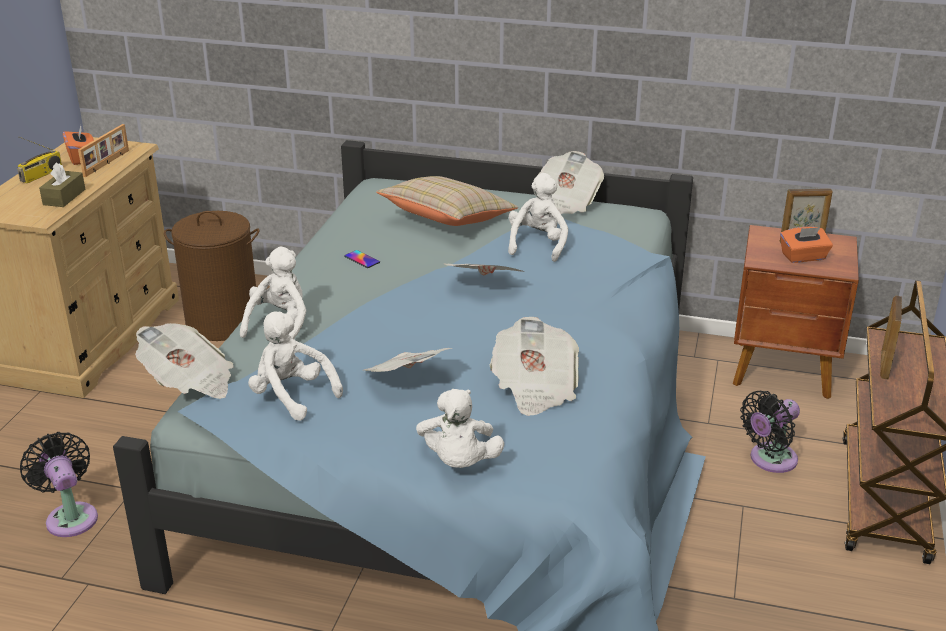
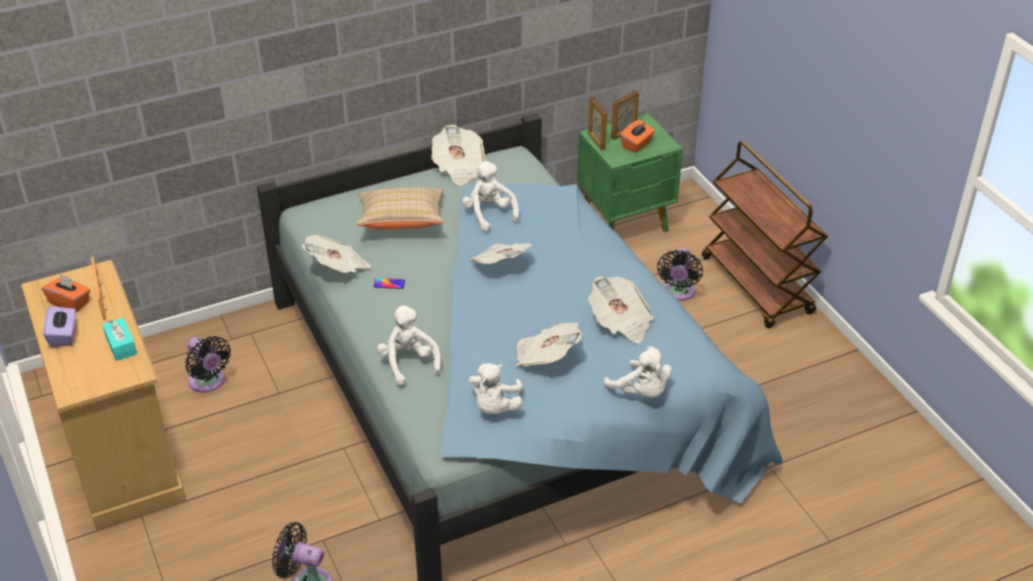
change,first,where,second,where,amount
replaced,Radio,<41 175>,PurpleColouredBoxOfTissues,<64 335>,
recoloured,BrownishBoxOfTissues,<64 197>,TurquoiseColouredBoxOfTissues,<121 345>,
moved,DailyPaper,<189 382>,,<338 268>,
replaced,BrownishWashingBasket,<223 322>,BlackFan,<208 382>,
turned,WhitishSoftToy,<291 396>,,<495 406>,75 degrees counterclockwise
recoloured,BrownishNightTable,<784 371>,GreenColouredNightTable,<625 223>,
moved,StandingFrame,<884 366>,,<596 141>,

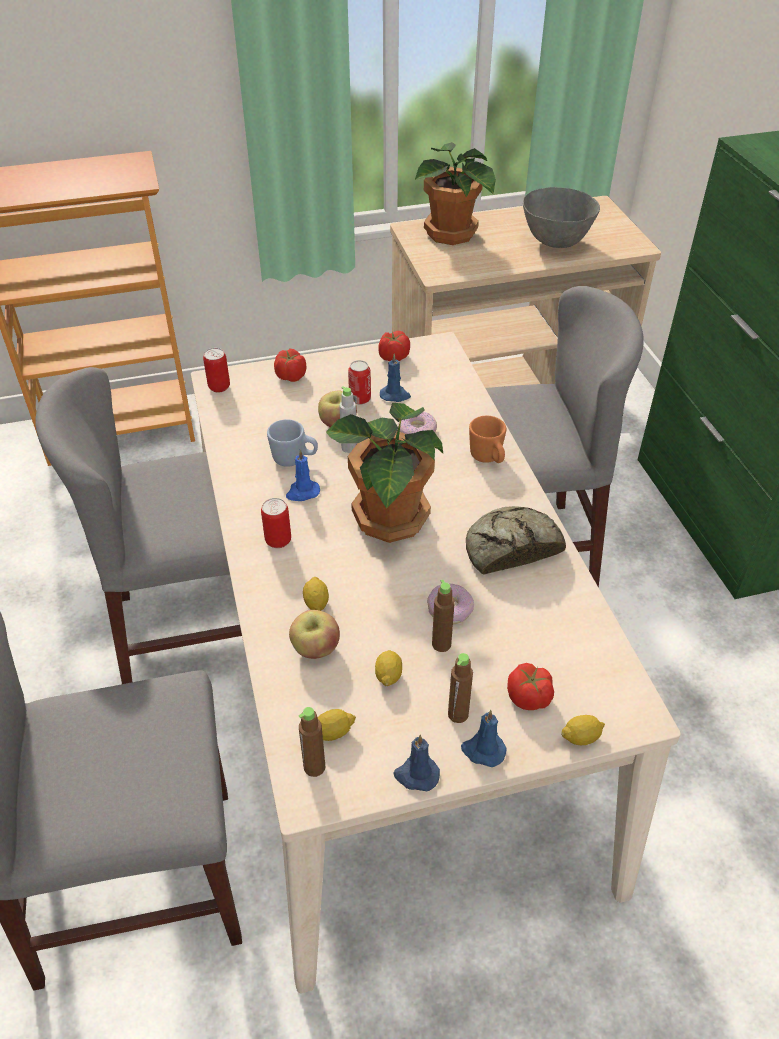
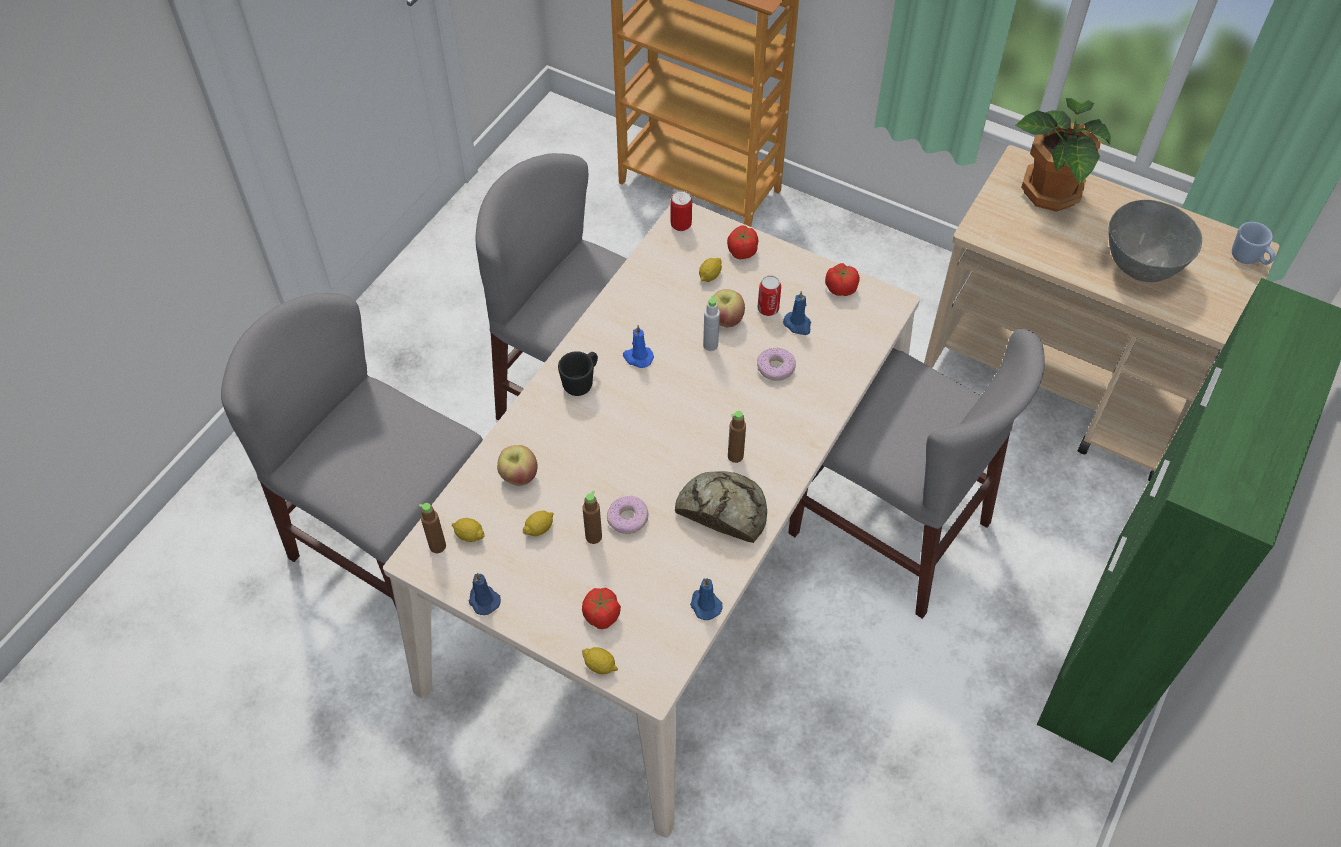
change,first,where,second,where,amount
replaced,Can,<278 540>,BlackTeaMug,<581 382>,
moved,BlueColouredTeaMug,<294 459>,,<1248 259>,
moved,CitrusFruit,<316 602>,,<710 276>,
removed,PlantInAPot,<388 520>,,,
moved,BrownishDrinkBottle,<458 714>,,<735 456>,
moved,BlueColouredWaxCandle,<483 750>,,<705 604>,
removed,OrangeyTeaMug,<488 458>,,,

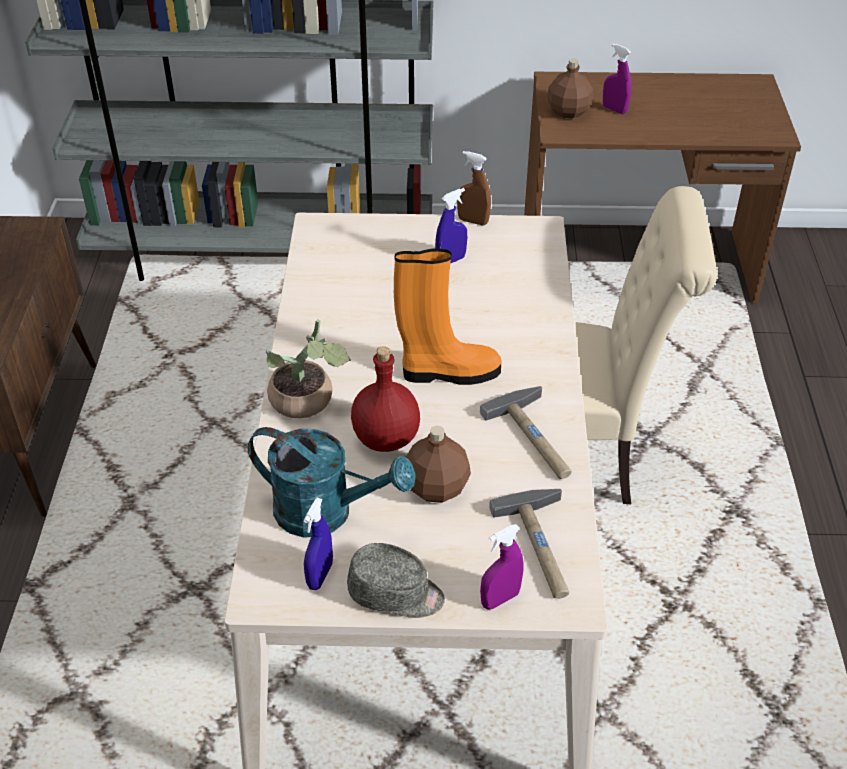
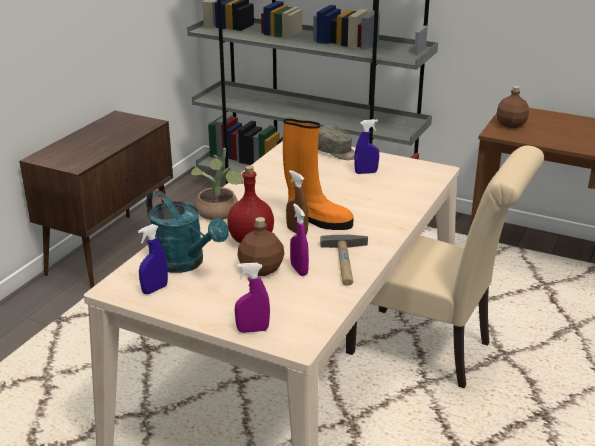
change,first,where,second,where,amount
moved,GreyPeakedCap,<396 593>,,<336 152>,
moved,BrownishSprayBottle,<473 221>,,<297 231>,
removed,Hammer,<543 547>,,,
moved,PurpleColouredSprayBottle,<614 109>,,<299 270>,

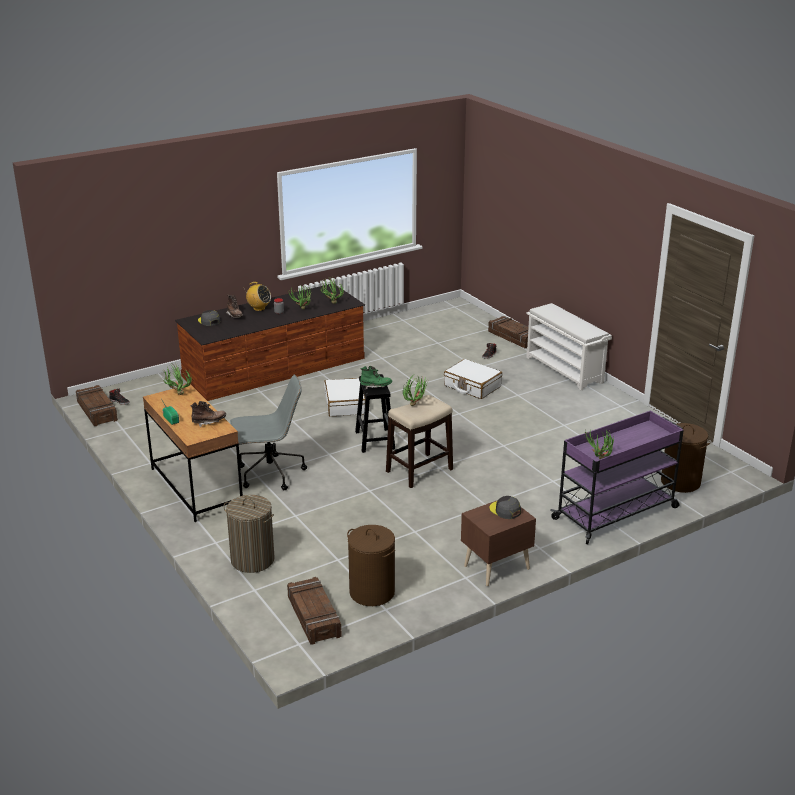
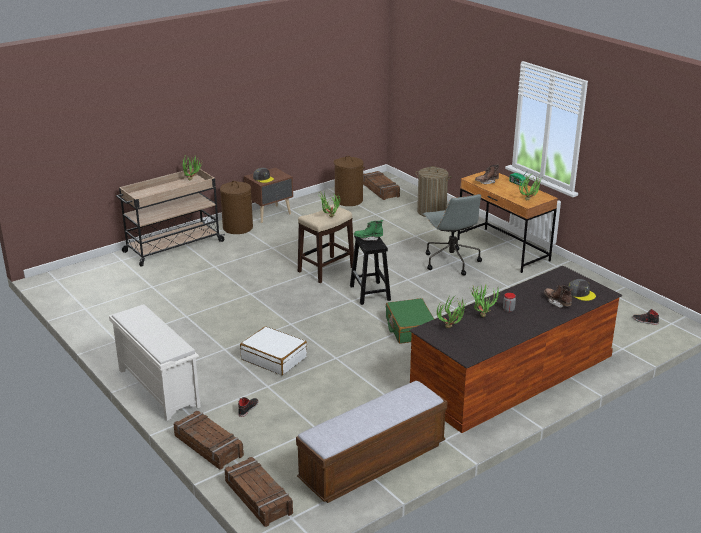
change,first,where,second,where,amount
moved,Crate,<97 411>,,<258 497>,
turned,GreyComputerChair,<269 474>,,<450 261>,90 degrees counterclockwise
removed,Radio,<259 308>,,,
recoloured,WhitishPieceOfLuggage,<345 404>,GreenColouredPieceOfLuggage,<410 328>,
recoloured,PurpleColouredWheeledCart,<616 513>,BeigeColouredWheeledCart,<172 247>,
moved,BrownishWashingBasket,<680 482>,,<238 228>,
added,,,LongSeat,<372 463>,

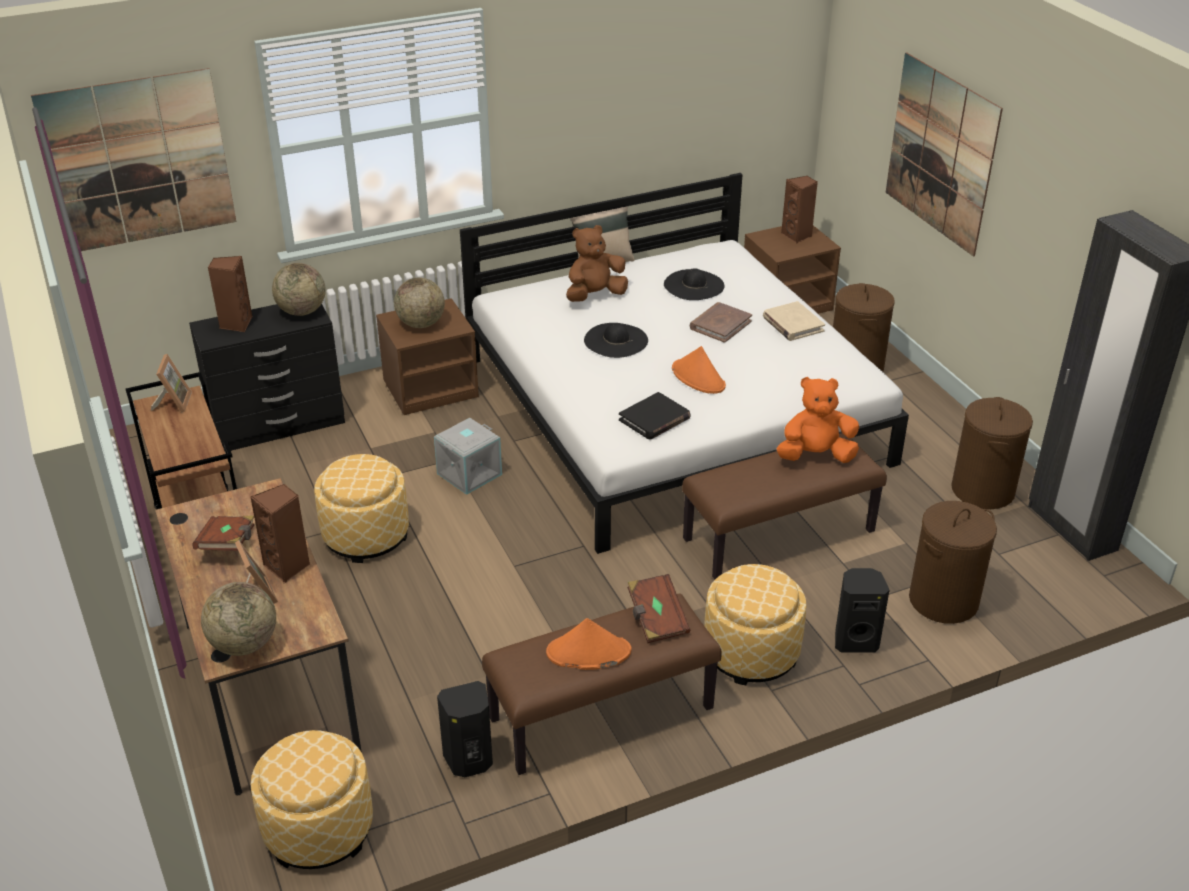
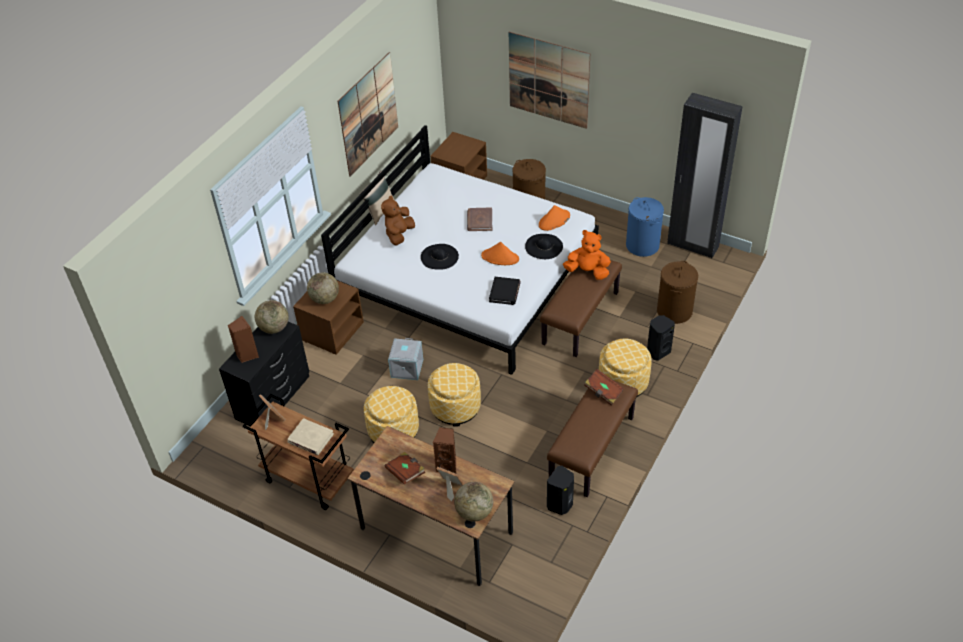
change,first,where,second,where,amount
moved,WallArt,<139 161>,,<368 114>,
moved,Ottoman,<319 829>,,<455 407>,
moved,OrangeyHat,<588 652>,,<554 220>,
moved,BlackHat,<693 285>,,<543 246>,
moved,BeigeColouredBoundBook,<792 324>,,<310 438>,
turned,OrangeySoftToy,<815 456>,,<587 271>,60 degrees clockwise
removed,BrownishLoudspeaker,<797 236>,,,
recoloured,BrownishWashingBasket,<983 490>,BlueColouredWashingBasket,<642 245>,

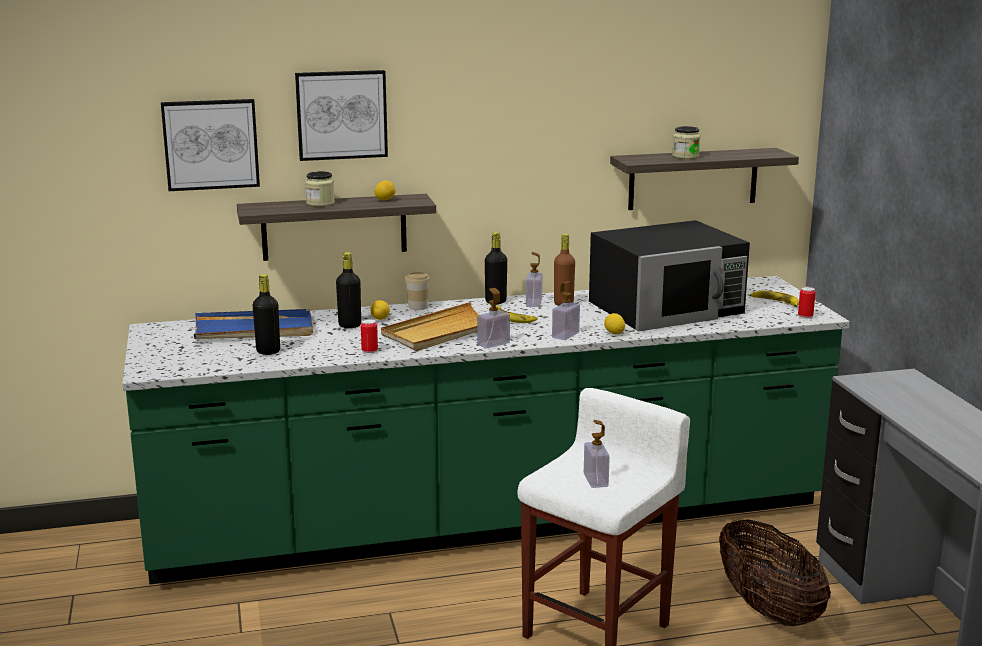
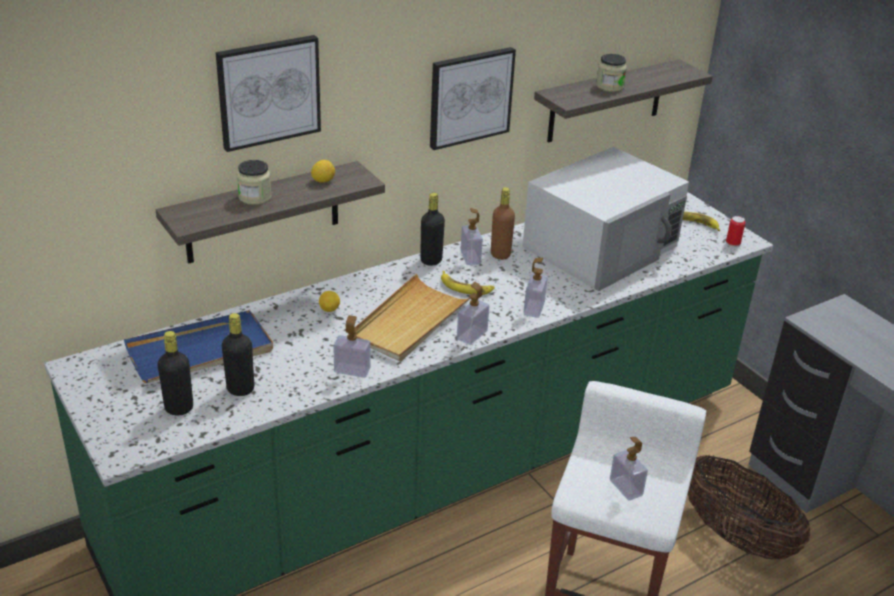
change,first,where,second,where,amount
moved,WallArt,<211 144>,,<470 97>,
moved,BlackDrinkBottle,<350 325>,,<179 408>,
replaced,Can,<369 351>,SoapDispenser,<352 370>,
removed,Cup,<418 307>,,,
recoloured,BlackMicrowave,<667 307>,WhitishMicrowave,<602 247>,
removed,CitrusFruit,<614 333>,,,

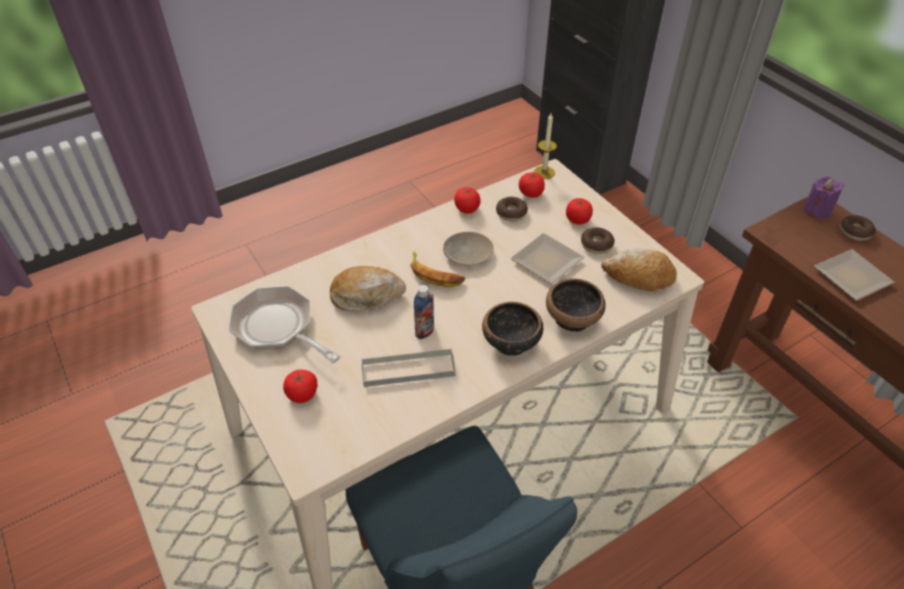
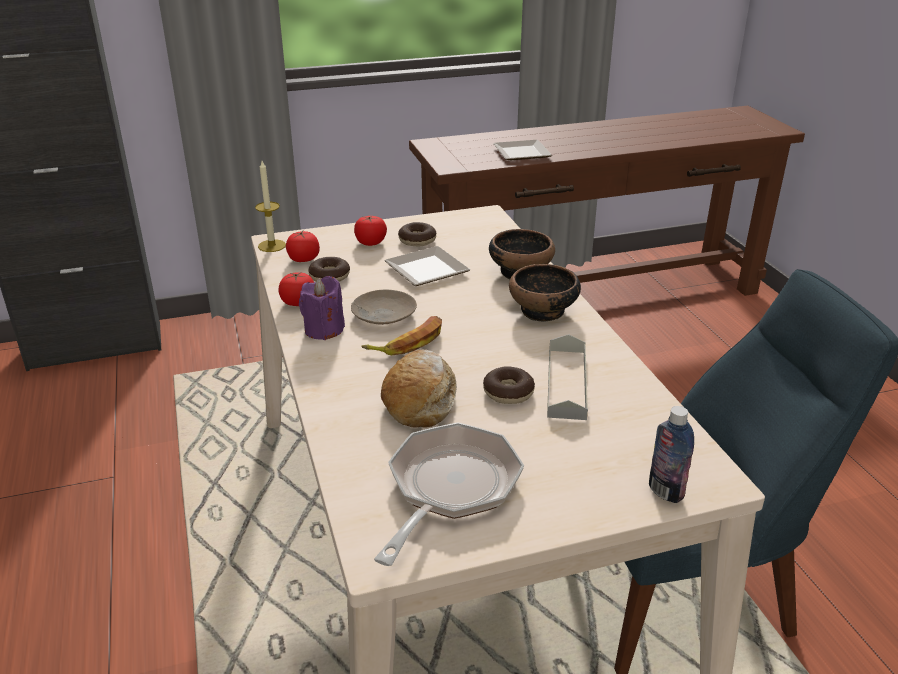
change,first,where,second,where,amount
turned,FryingPan,<278 327>,,<449 488>,150 degrees clockwise
removed,Tomato,<302 394>,,,
moved,DrinkBottle,<424 331>,,<665 491>,
removed,BakeryBread,<638 277>,,,
moved,PurpleColouredWaxCandle,<817 210>,,<324 330>,
moved,Doughnut,<855 232>,,<508 392>,

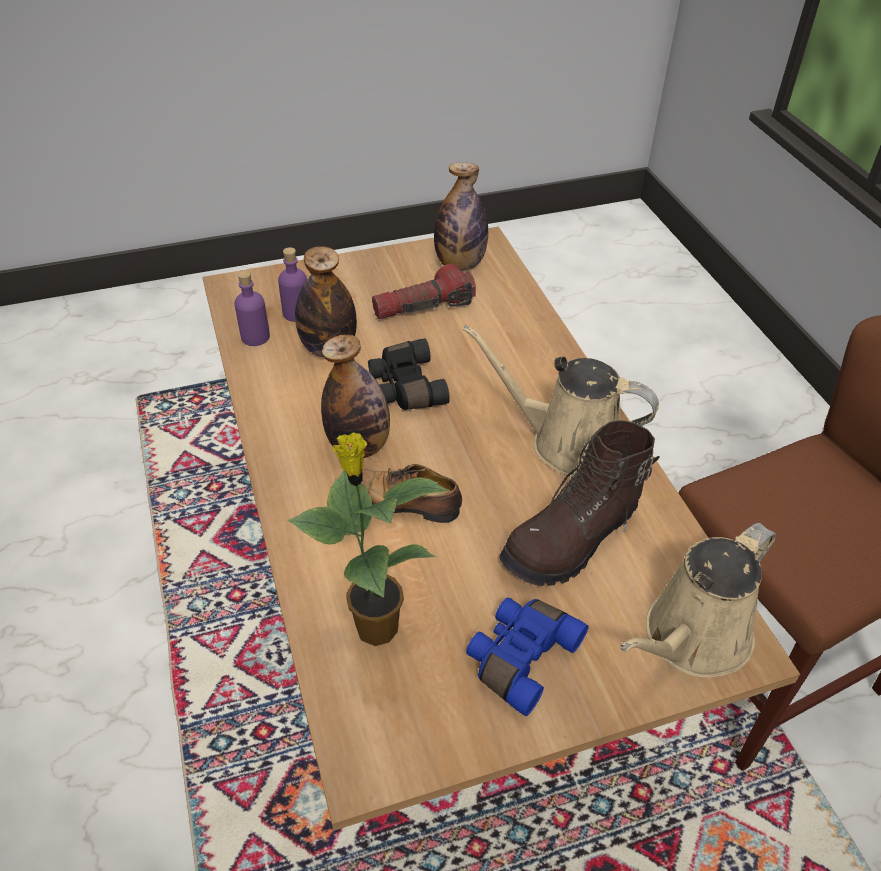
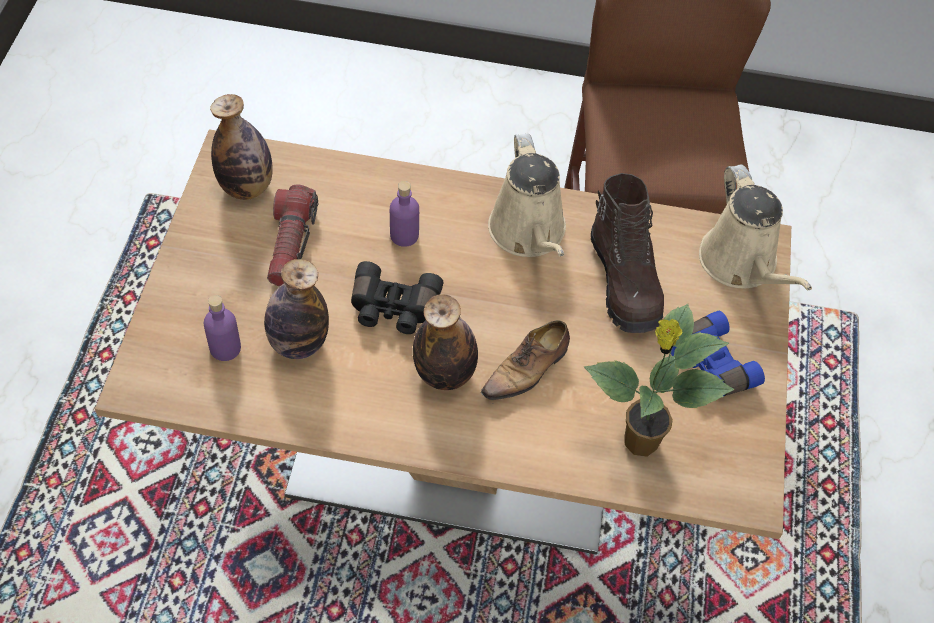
change,first,where,second,where,amount
moved,PurpleColouredDrinkBottle,<255 337>,,<404 235>,
turned,BeigeColouredSprinklingCan,<566 443>,,<529 233>,60 degrees counterclockwise

